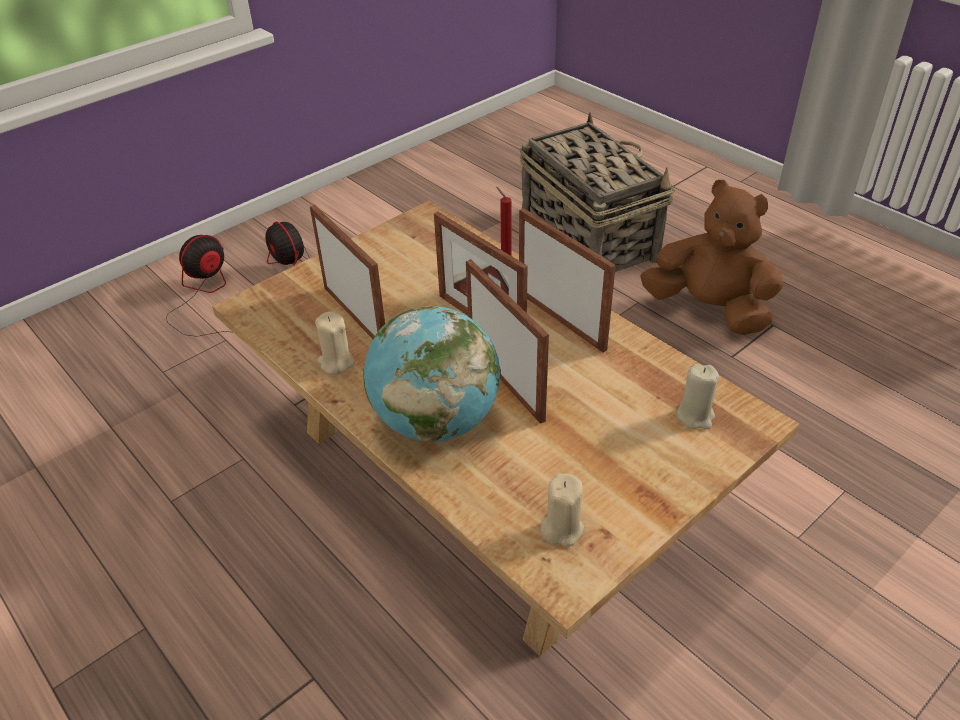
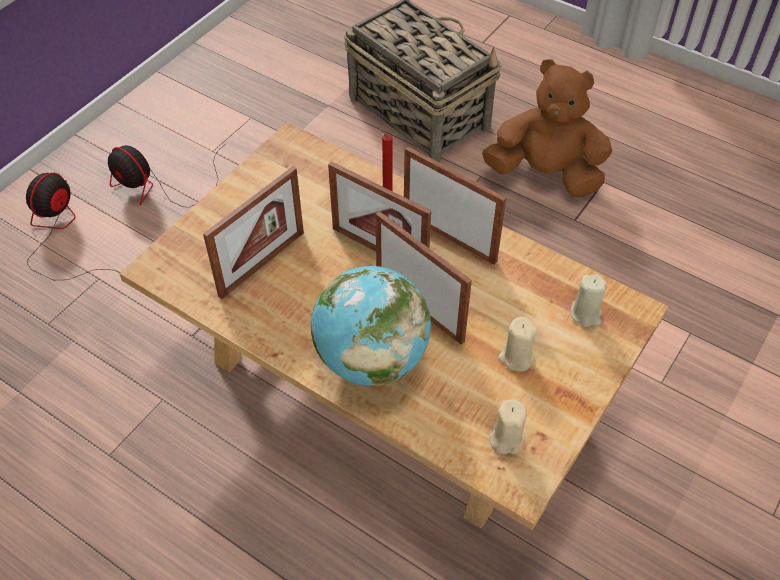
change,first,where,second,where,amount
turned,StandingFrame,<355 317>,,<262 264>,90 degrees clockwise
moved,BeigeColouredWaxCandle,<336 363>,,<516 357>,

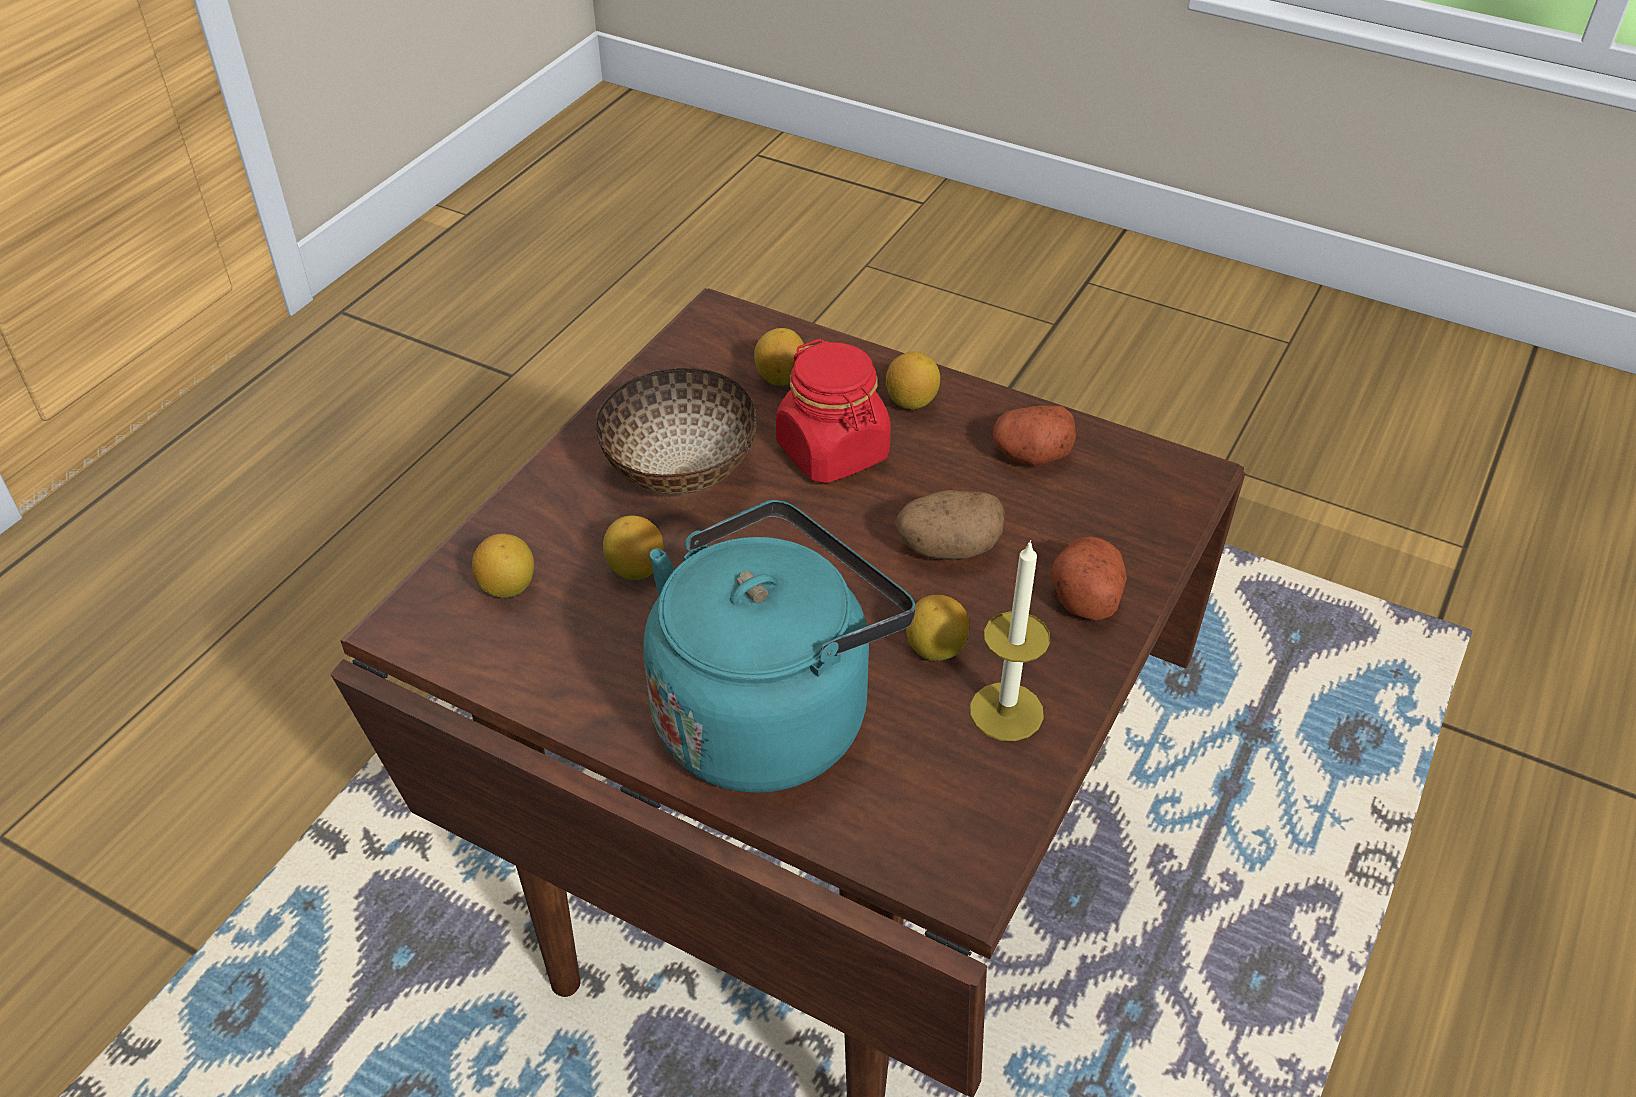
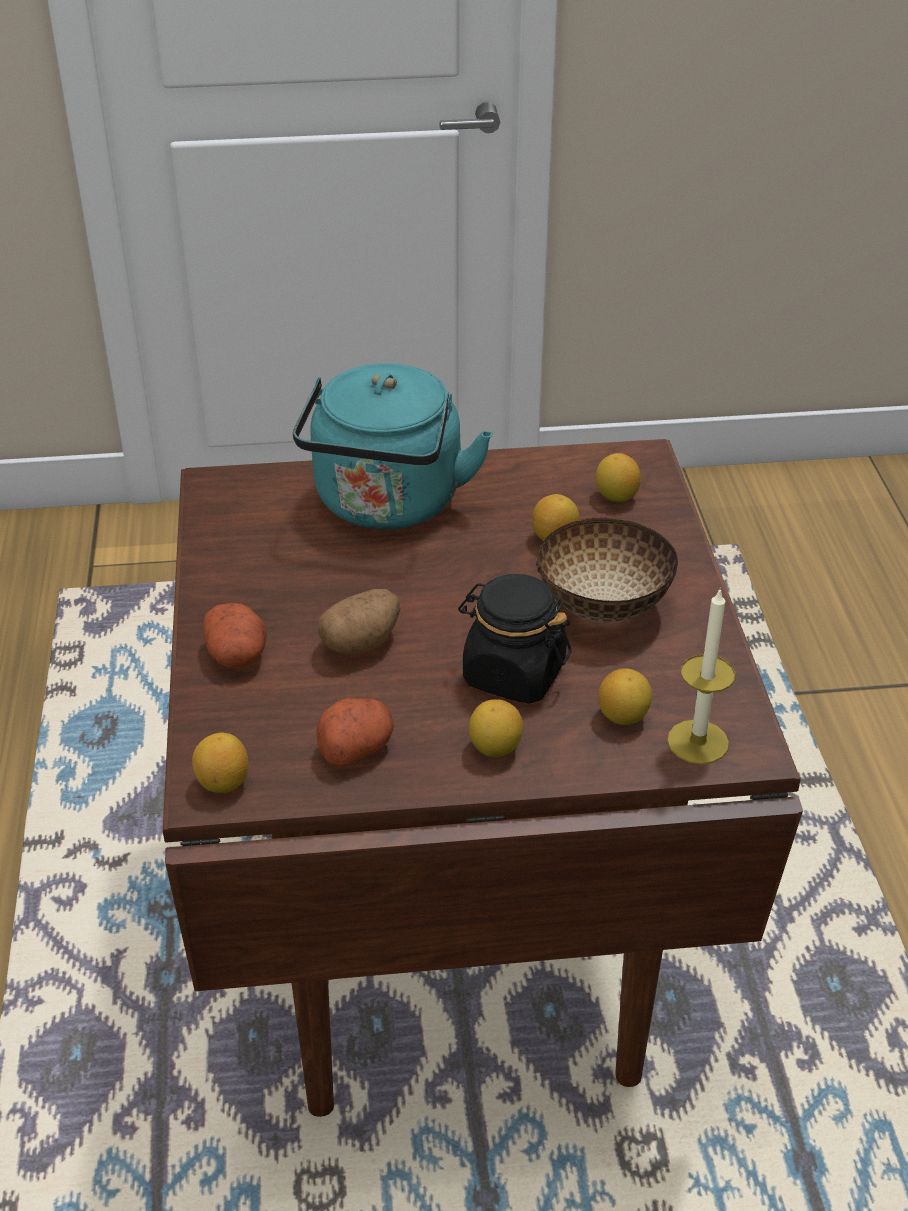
change,first,where,second,where,amount
recoloured,RedColouredJar,<833 452>,BlackJar,<513 674>,
moved,CitrusFruit,<936 649>,,<223 782>,
moved,WaxCandle,<1006 711>,,<697 742>,

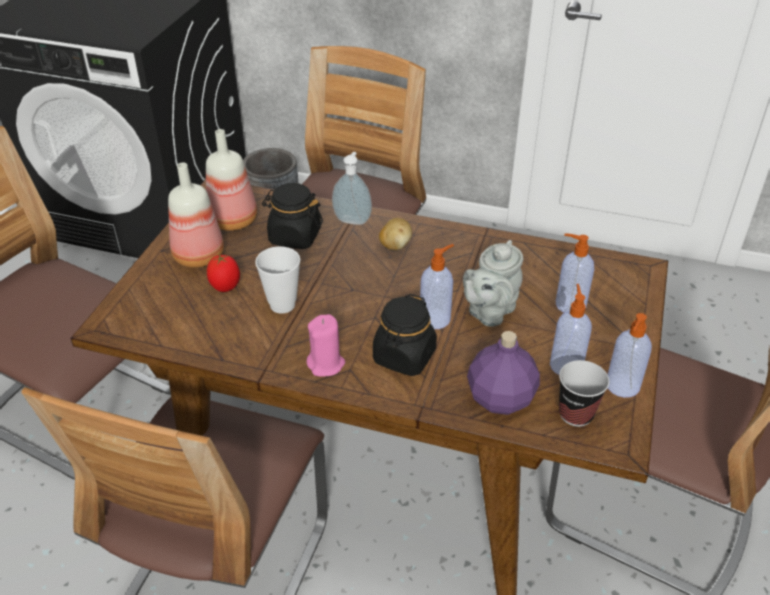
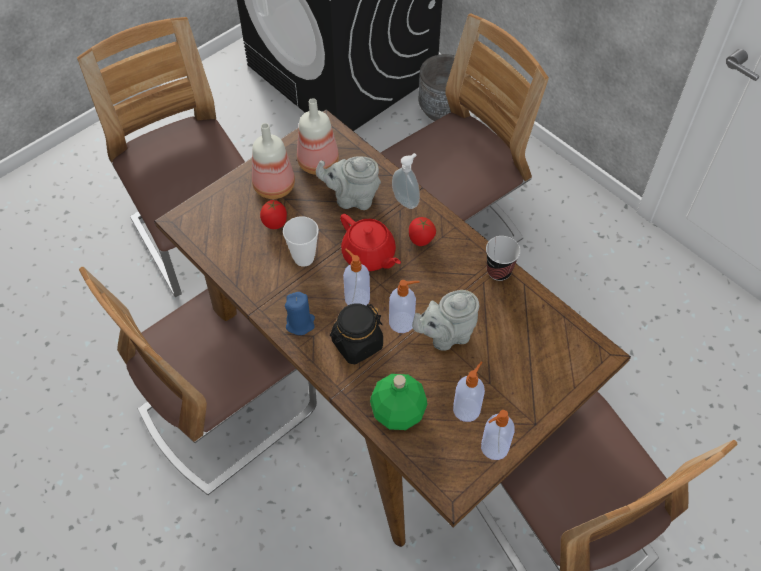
change,first,where,second,where,amount
replaced,BlackJar,<294 236>,GreyTeaPot,<352 198>,
recoloured,PinkColouredWaxCandle,<326 364>,BlueColouredWaxCandle,<300 323>,
replaced,WholePotato,<395 245>,Tomato,<421 241>,
recoloured,PurpleColouredDrinkBottle,<500 398>,GreenColouredDrinkBottle,<398 411>,
moved,SoapDispenser,<569 304>,,<356 298>,
moved,Cup,<576 414>,,<499 271>,
added,,,RedColouredTeaPot,<369 255>,

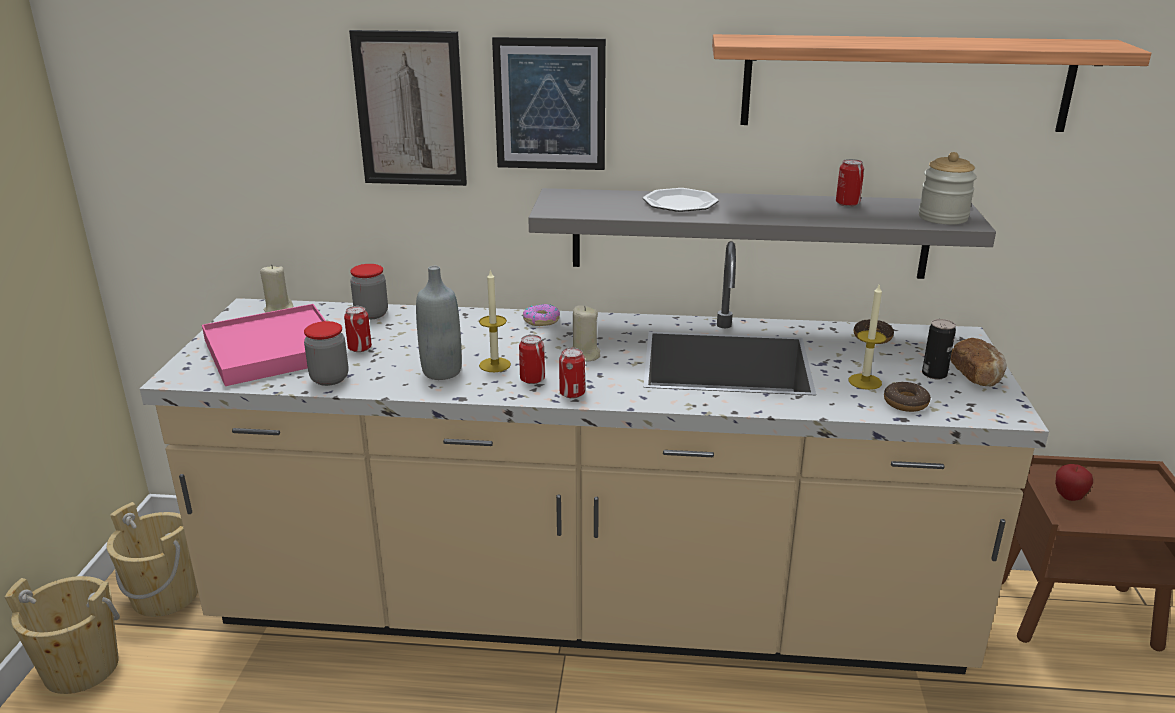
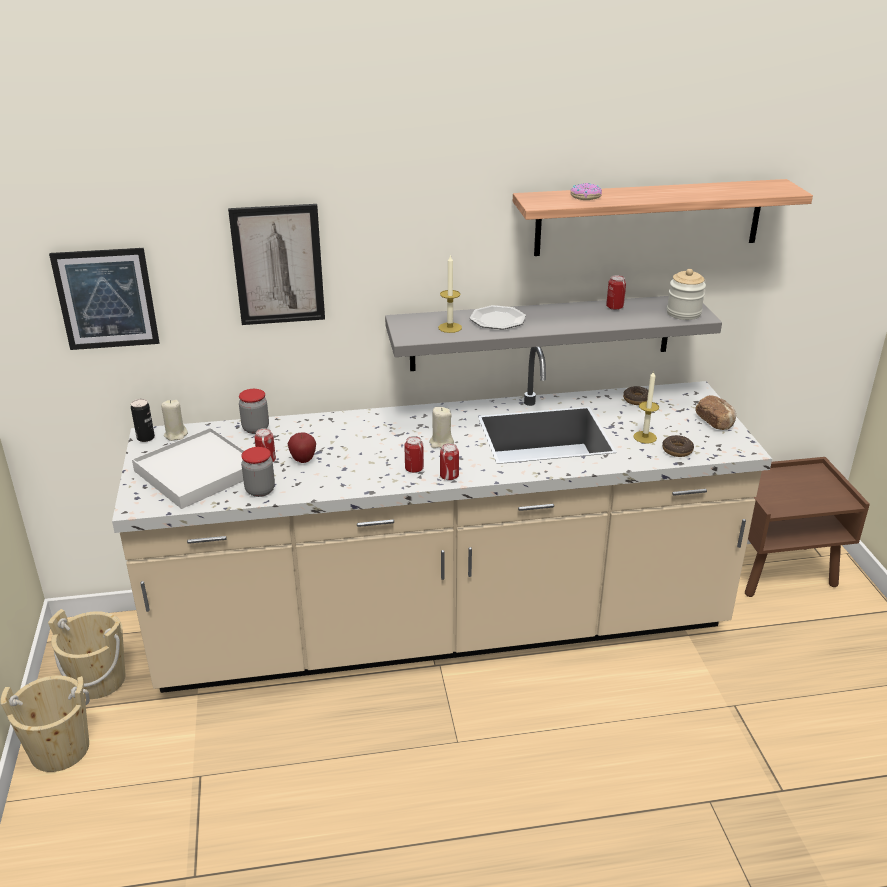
change,first,where,second,where,amount
recoloured,PinkColouredServingTray,<273 350>,WhitishServingTray,<198 472>,
removed,GreyDrinkBottle,<441 372>,,,
moved,WaxCandle,<494 365>,,<450 327>,
moved,WallArt,<550 104>,,<106 299>,
moved,Doughnut,<541 320>,,<585 196>,
moved,Can,<934 374>,,<145 438>,
moved,WholeApple,<1069 497>,,<303 460>,

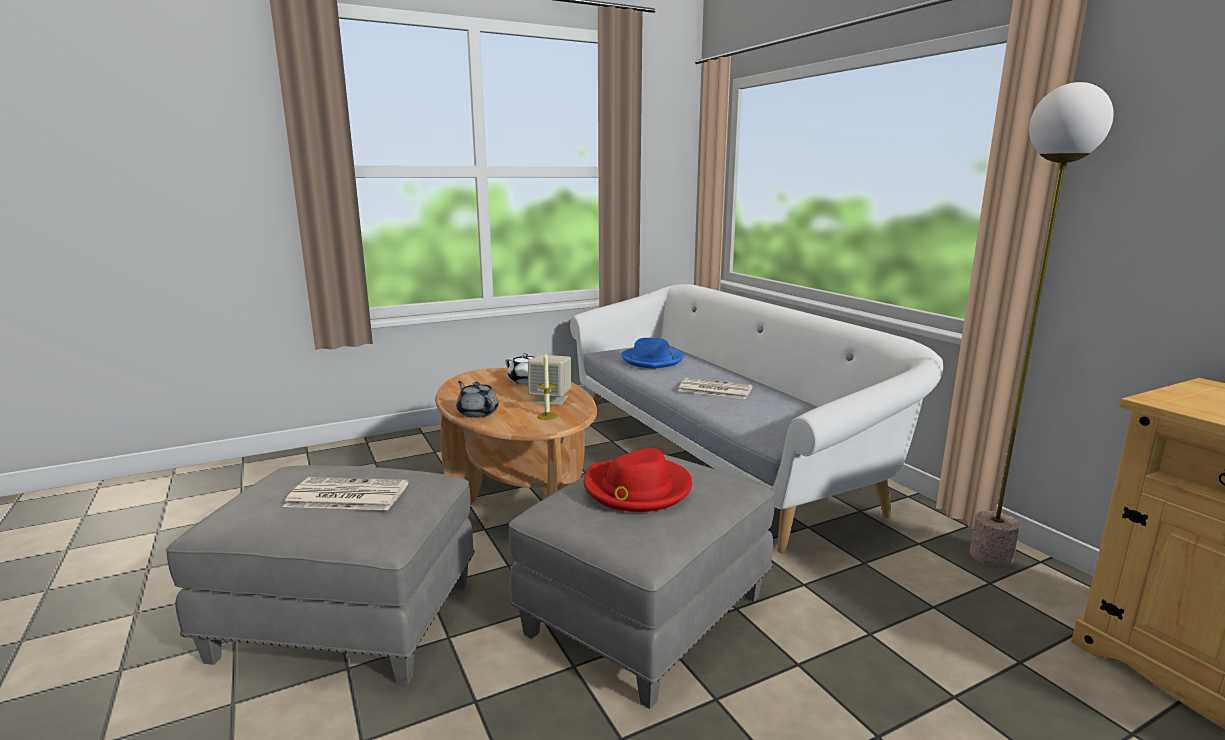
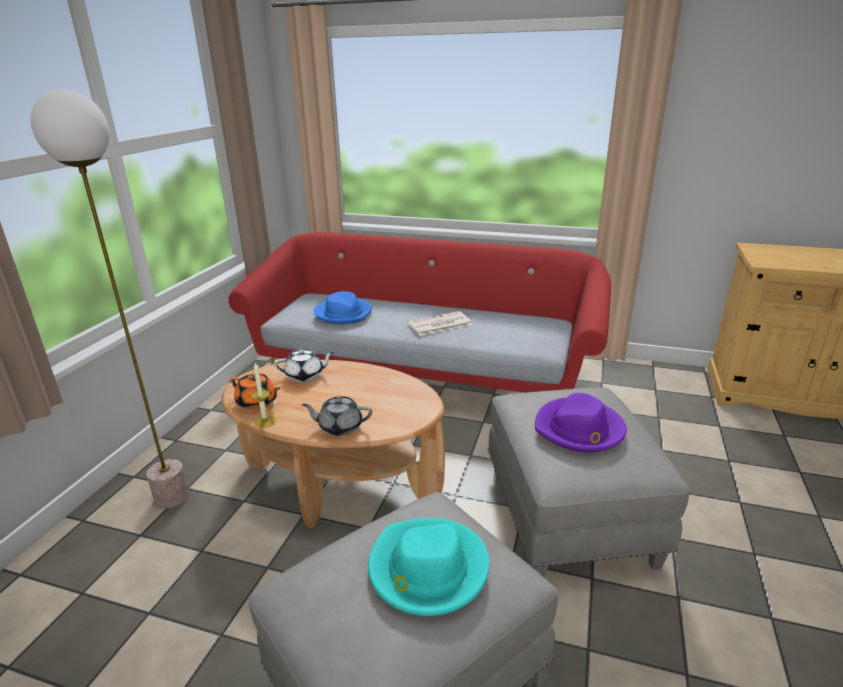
change,first,where,second,where,amount
replaced,DailyPaper,<345 495>,TurquoiseColouredHat,<427 569>,
removed,BeigeColouredLoudspeaker,<551 399>,,,
moved,WaxCandle,<547 416>,,<265 421>,
recoloured,WhitishSofa,<719 455>,RedColouredSofa,<422 374>,
recoloured,RedColouredHat,<636 489>,PurpleColouredHat,<579 429>,
moved,StandardLamp,<991 557>,,<172 497>,
added,,,OrangeyTeaPot,<257 402>,

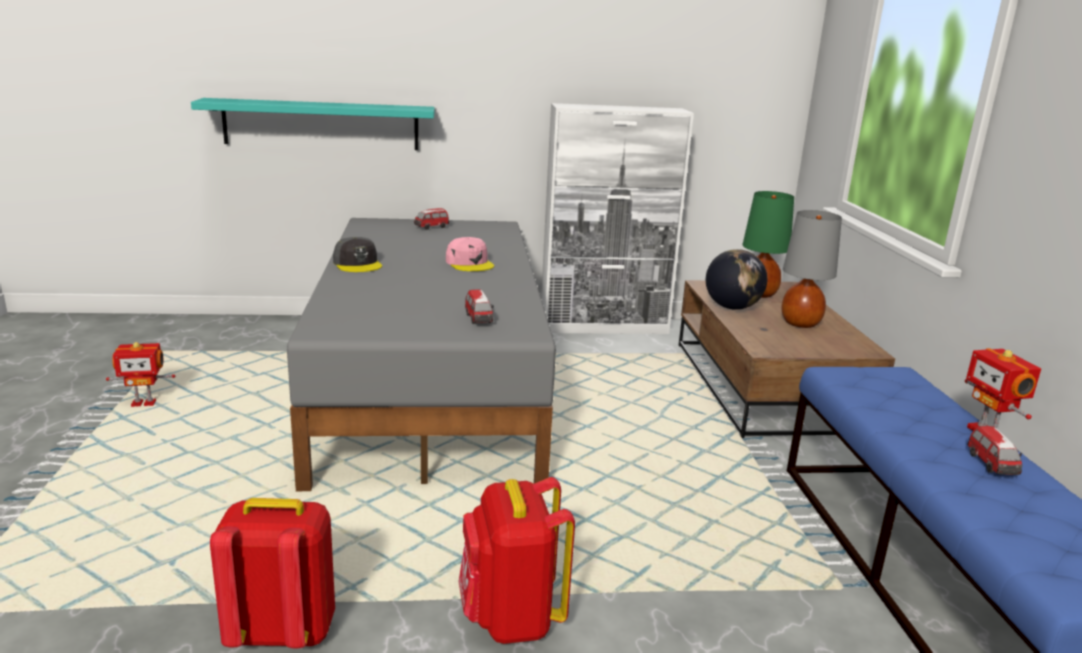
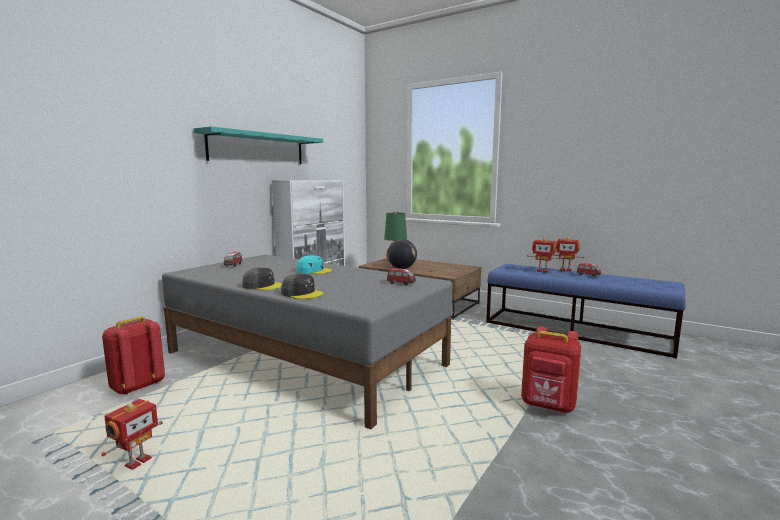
change,first,where,second,where,amount
moved,TurquoiseColouredBracketShelf,<321 124>,,<258 148>,
moved,RedColouredBackpack,<281 631>,,<137 386>,
recoloured,PinkColouredPeakedCap,<470 263>,TurquoiseColouredPeakedCap,<314 271>,
removed,GreyTabletopLamp,<801 324>,,,
added,,,GreyPeakedCap,<302 293>,
added,,,ModelRobot,<542 271>,

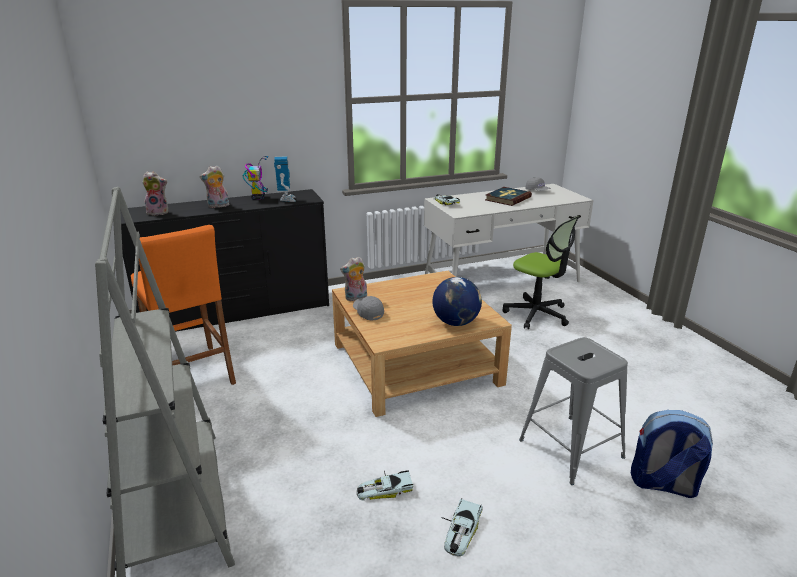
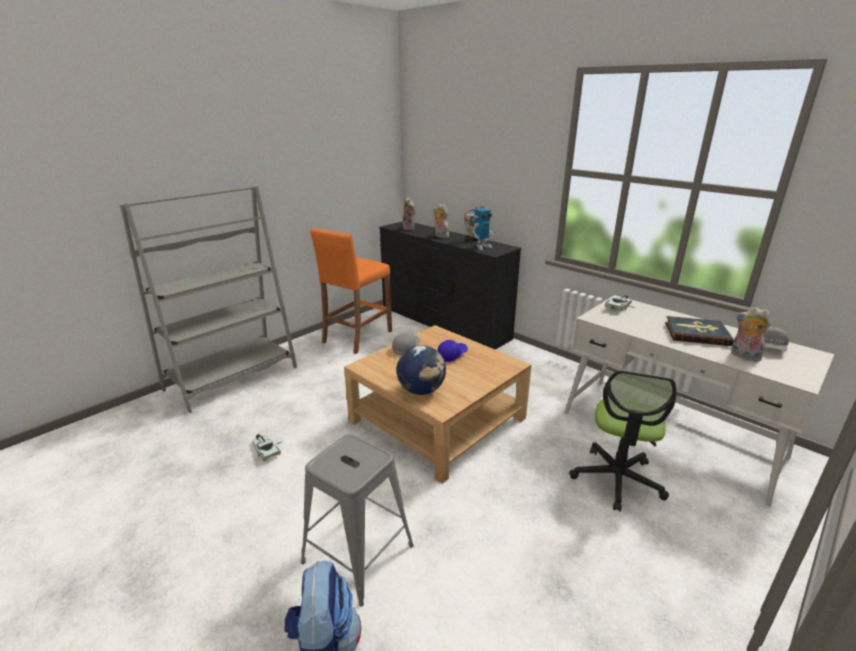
change,first,where,second,where,amount
moved,SoftToy,<356 298>,,<743 356>,
removed,ModelCar,<461 531>,,,
added,,,BlueColouredPeakedCap,<452 355>,

